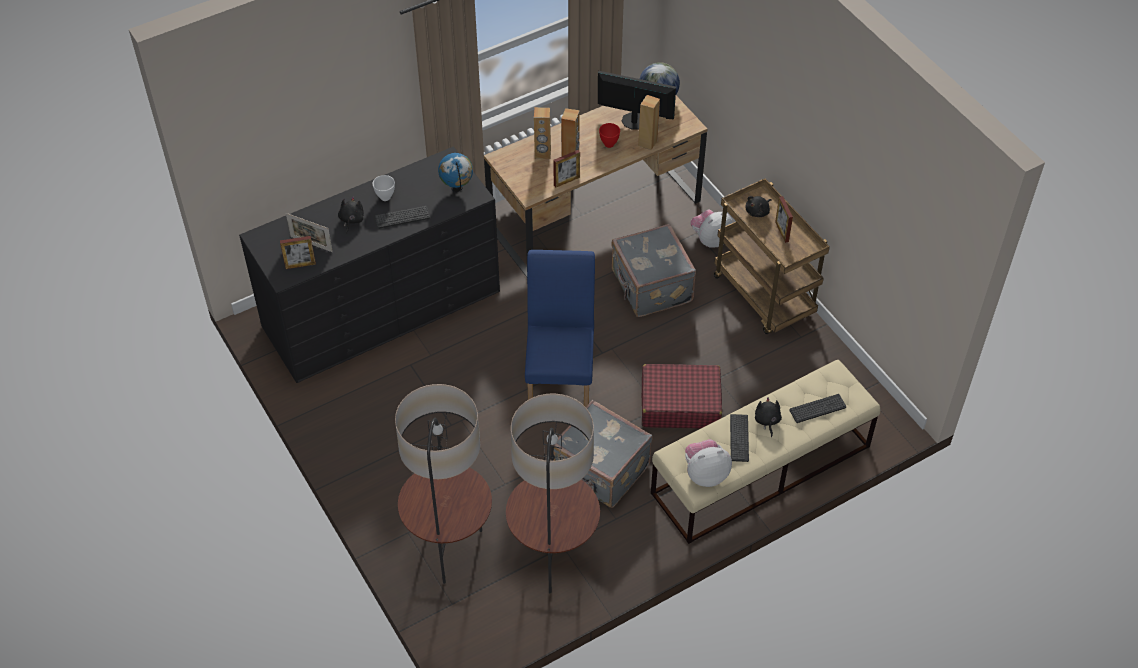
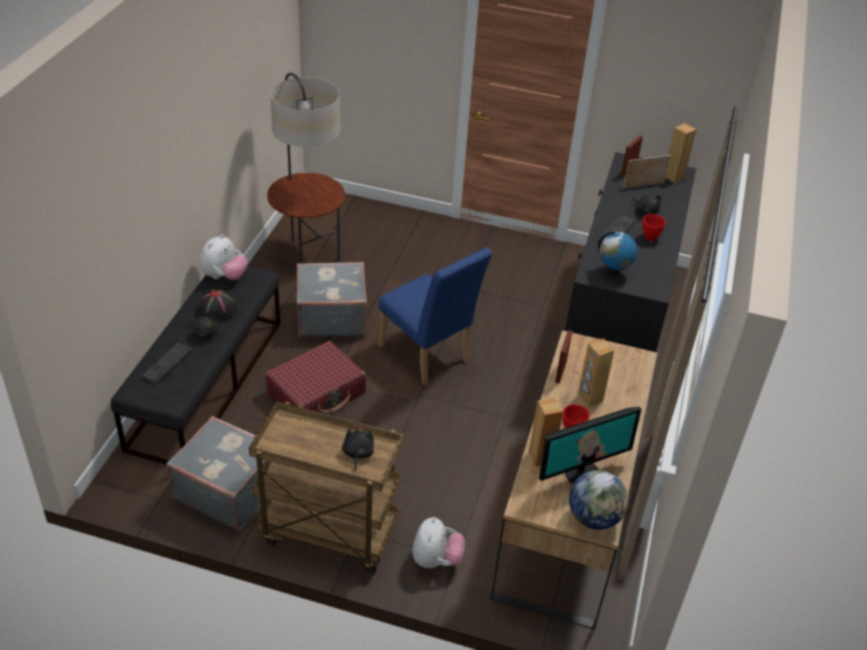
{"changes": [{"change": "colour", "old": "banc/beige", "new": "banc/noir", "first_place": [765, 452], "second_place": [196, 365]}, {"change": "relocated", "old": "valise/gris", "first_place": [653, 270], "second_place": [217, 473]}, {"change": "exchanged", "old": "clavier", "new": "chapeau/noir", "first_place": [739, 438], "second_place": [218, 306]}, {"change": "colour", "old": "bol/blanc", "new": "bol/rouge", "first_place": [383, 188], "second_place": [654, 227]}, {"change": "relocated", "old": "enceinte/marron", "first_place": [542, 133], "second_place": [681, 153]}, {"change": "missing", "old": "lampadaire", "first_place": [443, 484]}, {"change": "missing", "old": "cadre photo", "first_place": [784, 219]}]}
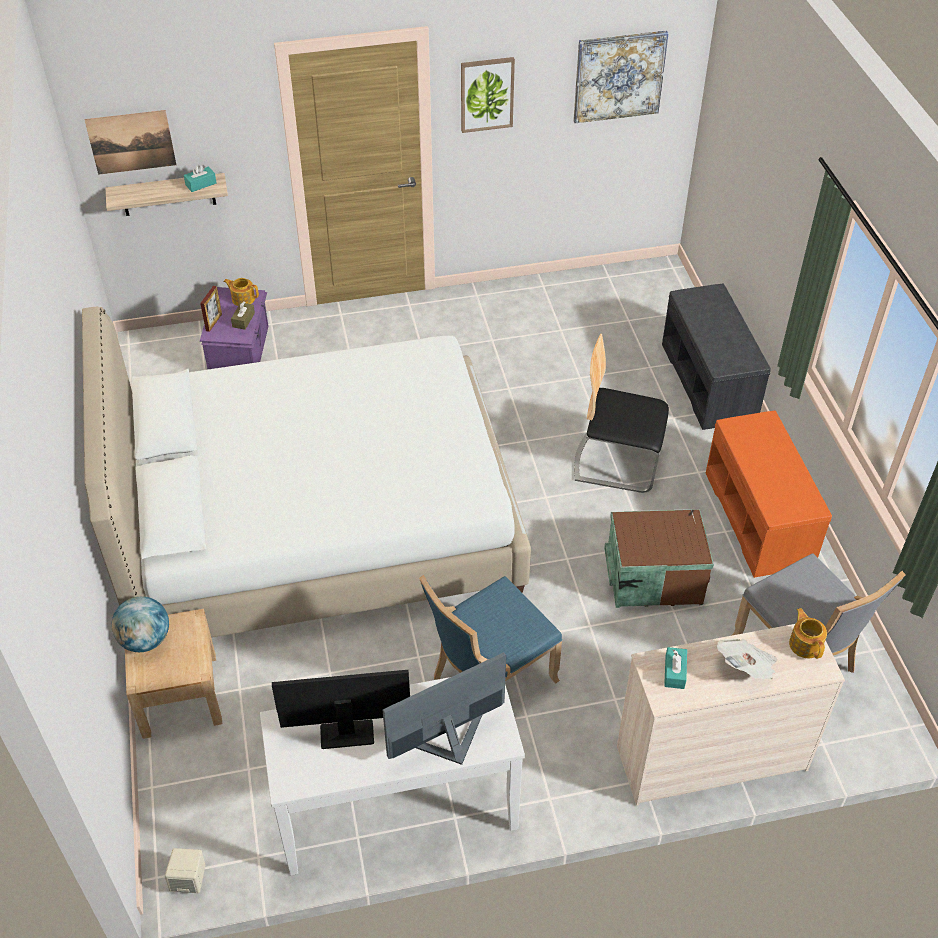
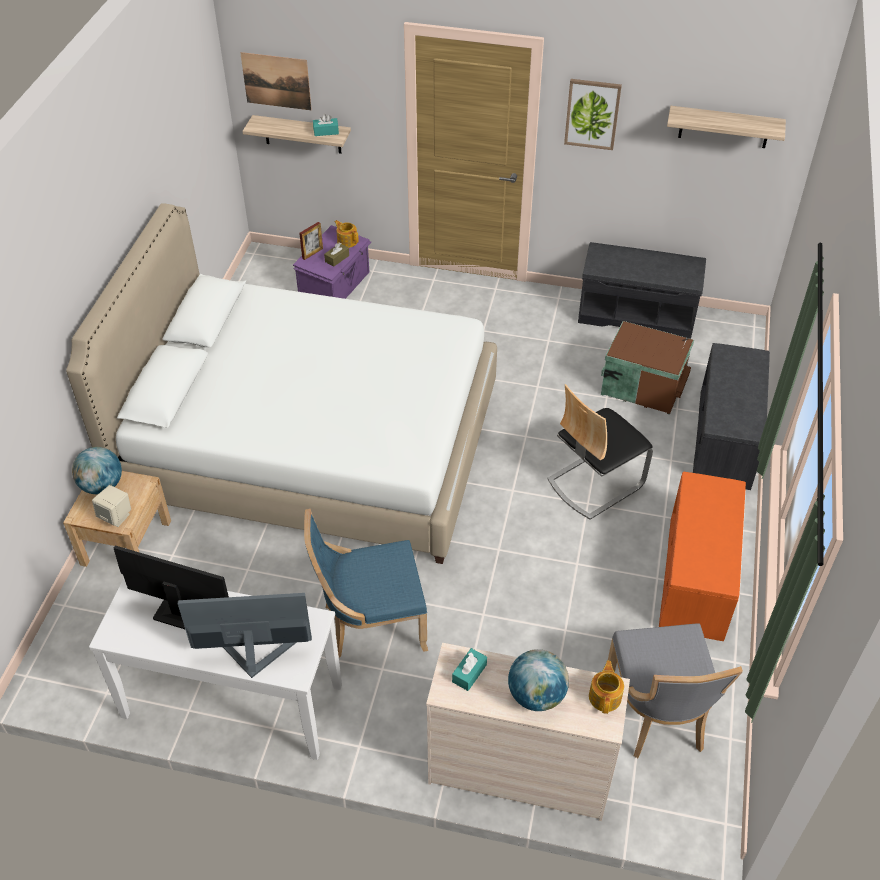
{"changes": [{"change": "relocated", "old": "enceinte/beige", "first_place": [185, 870], "second_place": [111, 506]}, {"change": "exchanged", "old": "journal", "new": "globe", "first_place": [747, 658], "second_place": [538, 680]}, {"change": "spun", "old": "chaise", "first_place": [621, 413], "second_place": [600, 452], "degrees": -75}, {"change": "appeared", "new": "banc/gris", "second_place": [642, 290]}, {"change": "relocated", "old": "boîte de rangement/marron", "first_place": [659, 558], "second_place": [647, 368]}, {"change": "exchanged", "old": "tableau", "new": "étagère", "first_place": [621, 76], "second_place": [726, 127]}]}
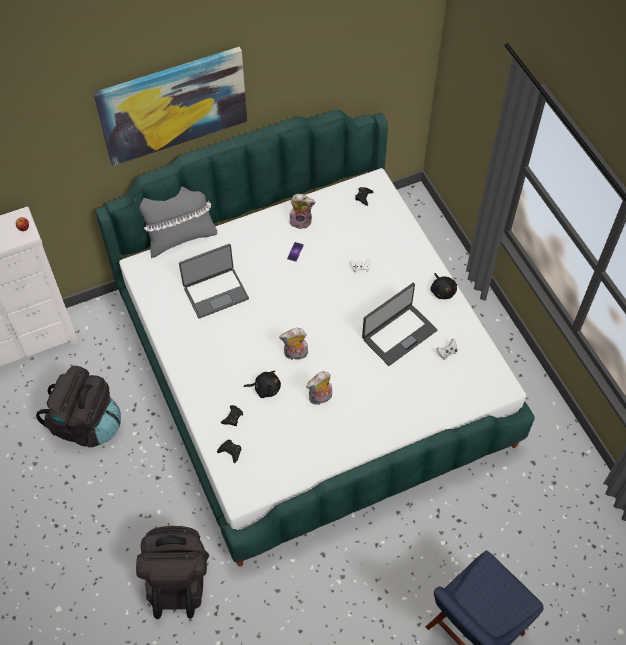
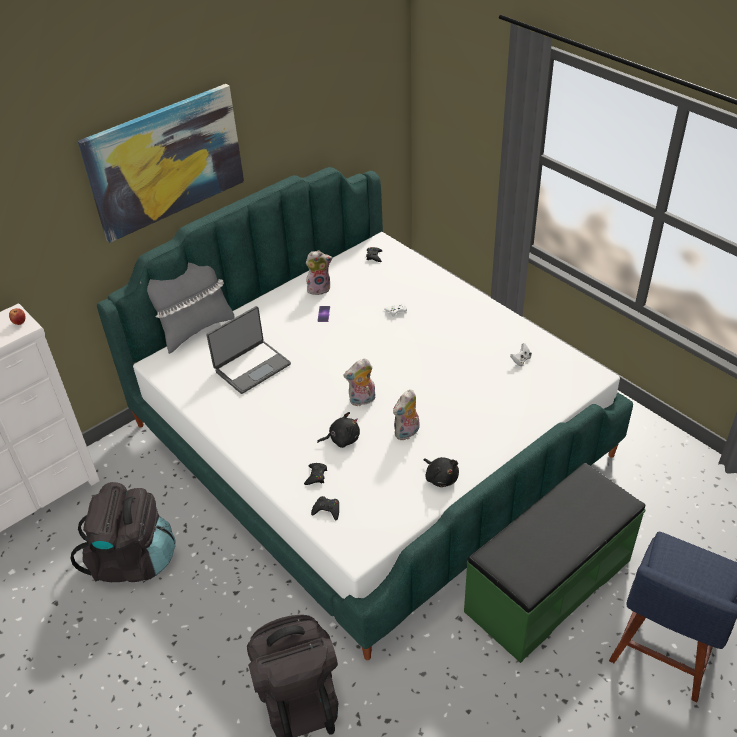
{"changes": [{"change": "relocated", "old": "peluche/noir", "first_place": [444, 286], "second_place": [441, 472]}, {"change": "appeared", "new": "banc/vert", "second_place": [555, 563]}, {"change": "missing", "old": "ordinateur portable", "first_place": [399, 324]}]}
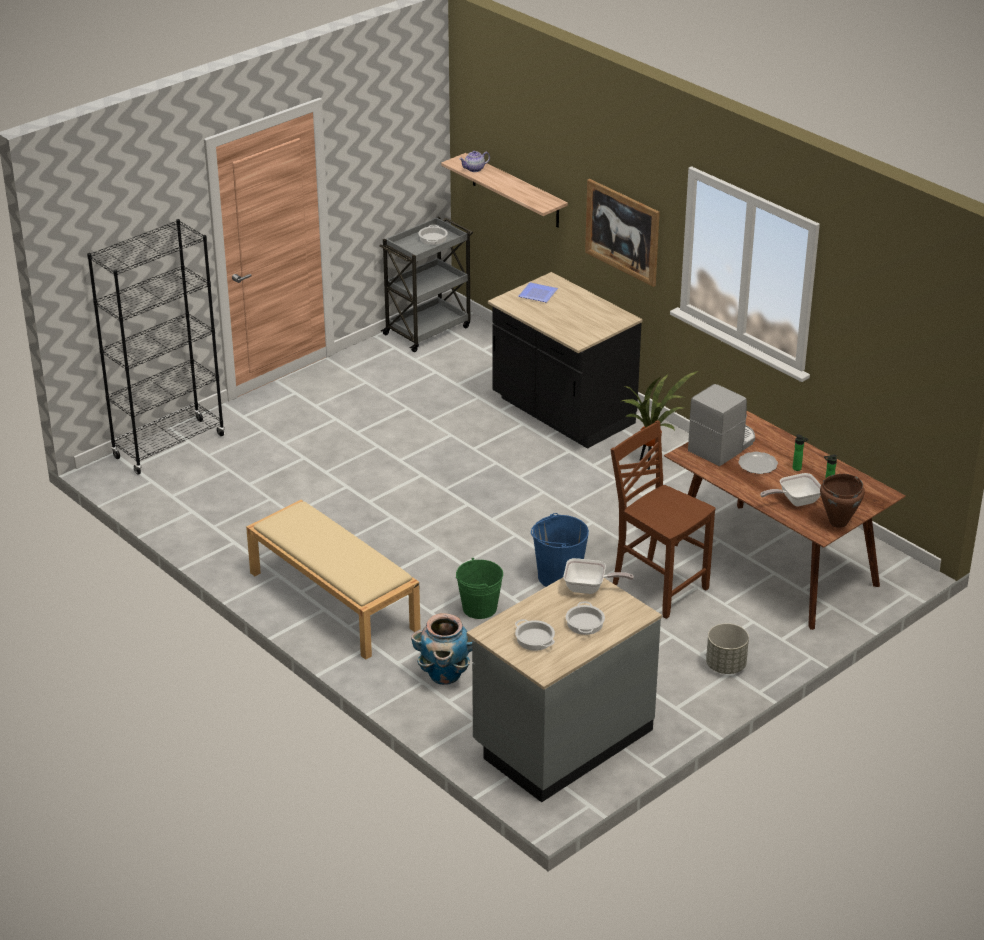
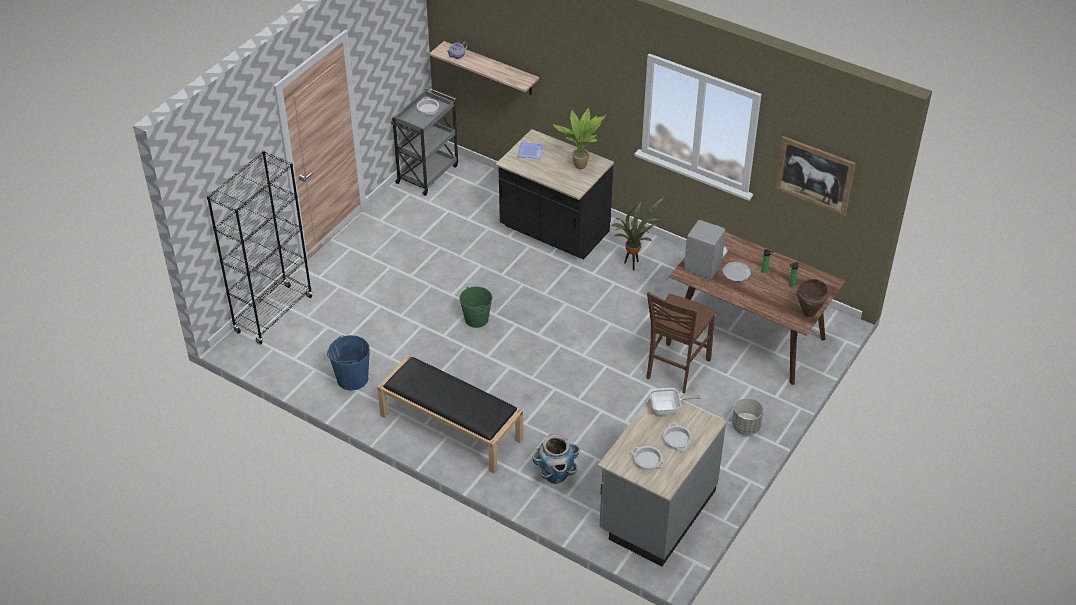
{"changes": [{"change": "relocated", "old": "seau/bleu", "first_place": [560, 550], "second_place": [348, 363]}, {"change": "colour", "old": "banc/beige", "new": "banc/noir", "first_place": [333, 580], "second_place": [450, 414]}, {"change": "relocated", "old": "seau/vert", "first_place": [479, 588], "second_place": [475, 307]}, {"change": "appeared", "new": "plante en pot", "second_place": [579, 138]}, {"change": "spun", "old": "chaise/marron", "first_place": [663, 519], "second_place": [681, 342], "degrees": -90}, {"change": "relocated", "old": "tableau", "first_place": [622, 233], "second_place": [815, 176]}, {"change": "missing", "old": "poêle", "first_place": [790, 490]}]}
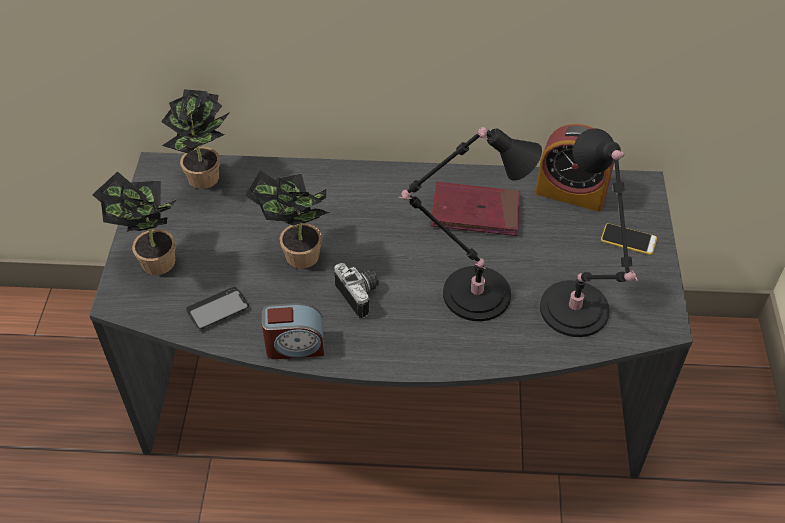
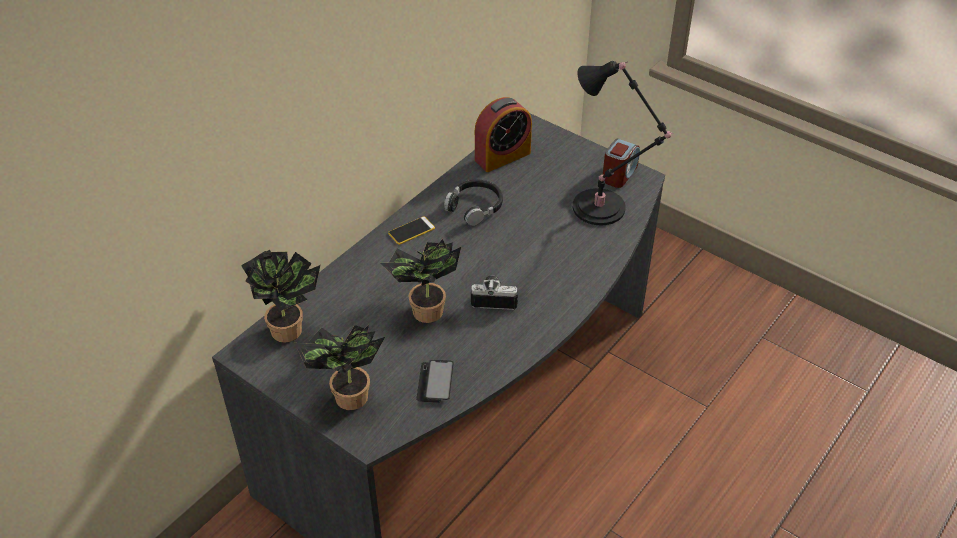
{"changes": [{"change": "relocated", "old": "téléphone", "first_place": [629, 239], "second_place": [411, 230]}, {"change": "exchanged", "old": "livre/rouge", "new": "casque audio/noir", "first_place": [475, 209], "second_place": [473, 203]}, {"change": "relocated", "old": "réveil", "first_place": [293, 331], "second_place": [621, 163]}, {"change": "missing", "old": "lampe de table/noir", "first_place": [470, 224]}]}
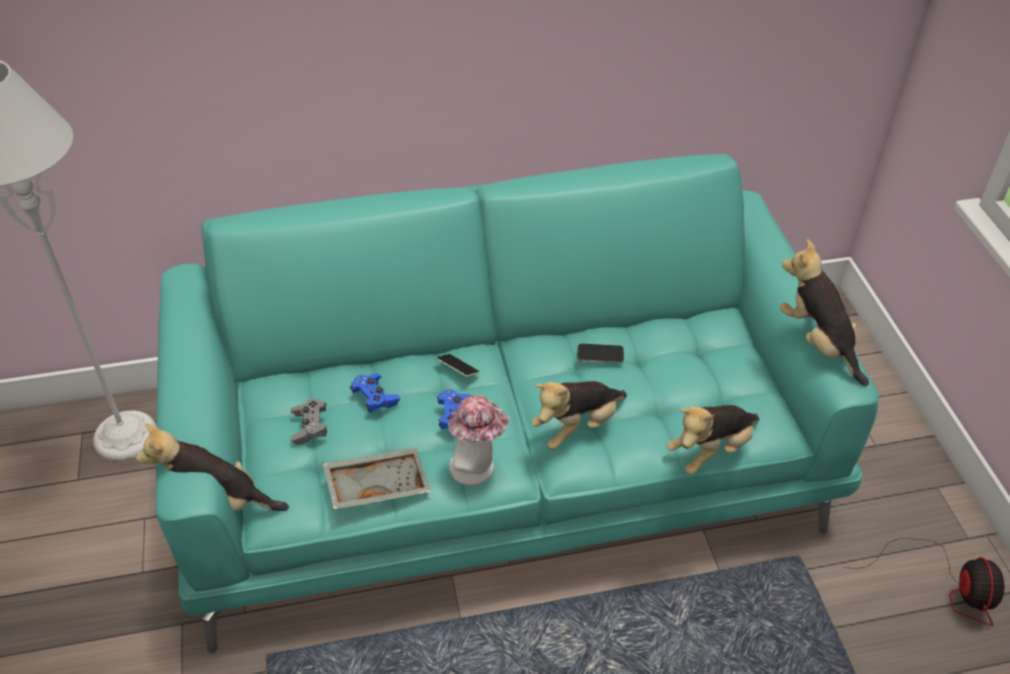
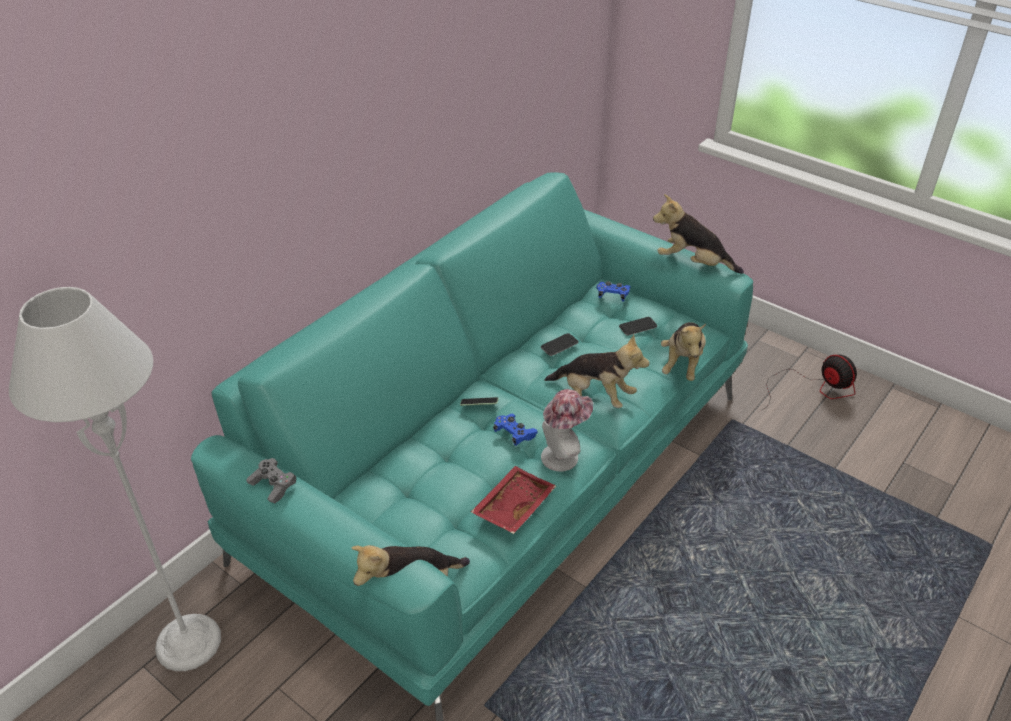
{"changes": [{"change": "relocated", "old": "manette/gris", "first_place": [308, 421], "second_place": [271, 481]}, {"change": "colour", "old": "plateau/gris", "new": "plateau/rouge", "first_place": [376, 478], "second_place": [513, 500]}, {"change": "spun", "old": "peluche", "first_place": [579, 415], "second_place": [596, 371], "degrees": -75}, {"change": "relocated", "old": "manette/bleu", "first_place": [375, 393], "second_place": [614, 291]}, {"change": "appeared", "new": "téléphone", "second_place": [638, 326]}]}
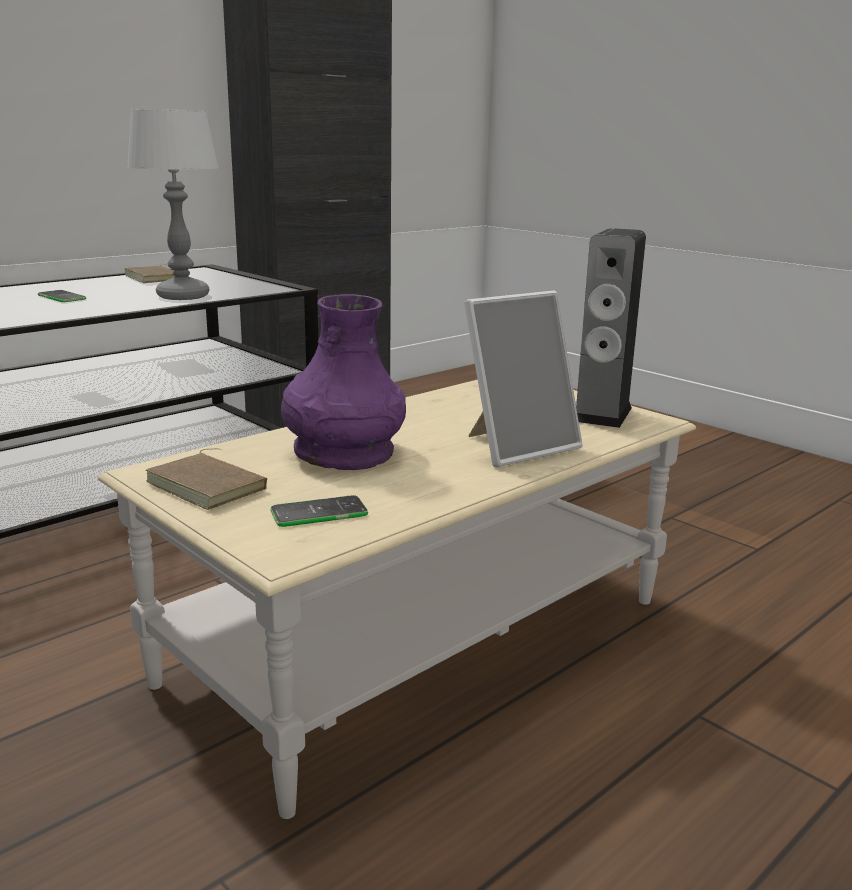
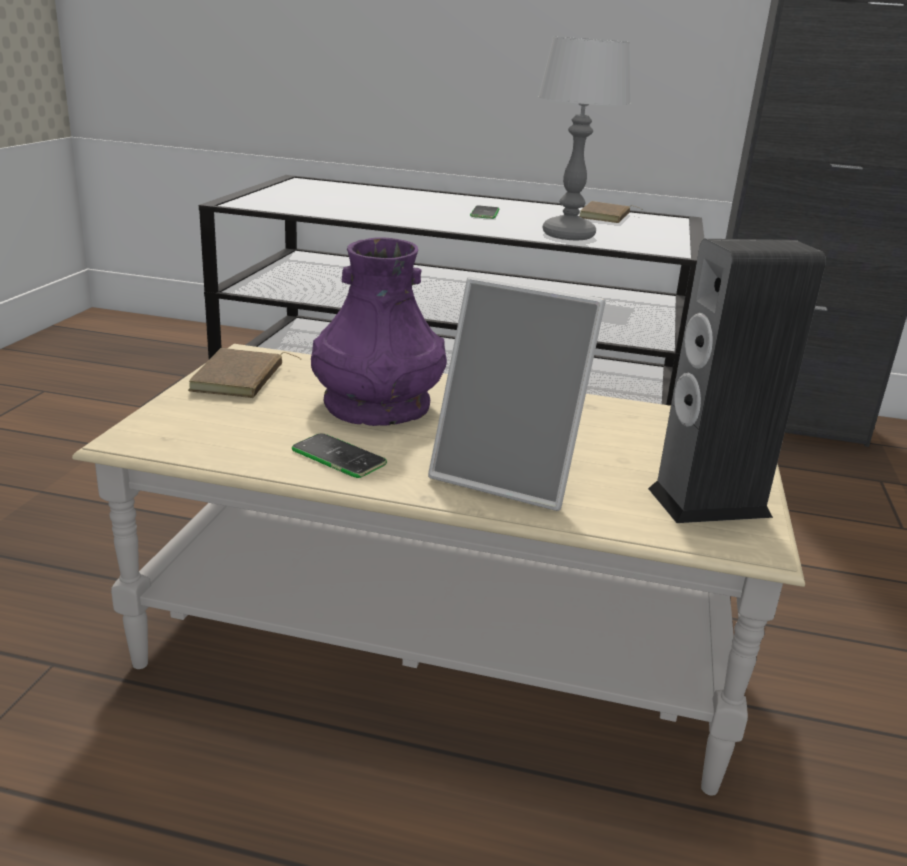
{"changes": [{"change": "relocated", "old": "téléphone", "first_place": [319, 511], "second_place": [339, 455]}]}
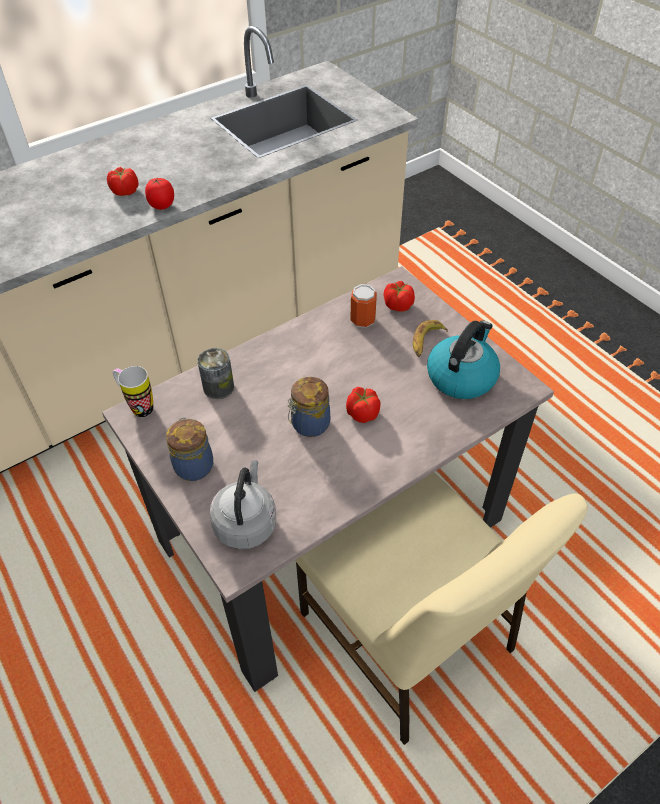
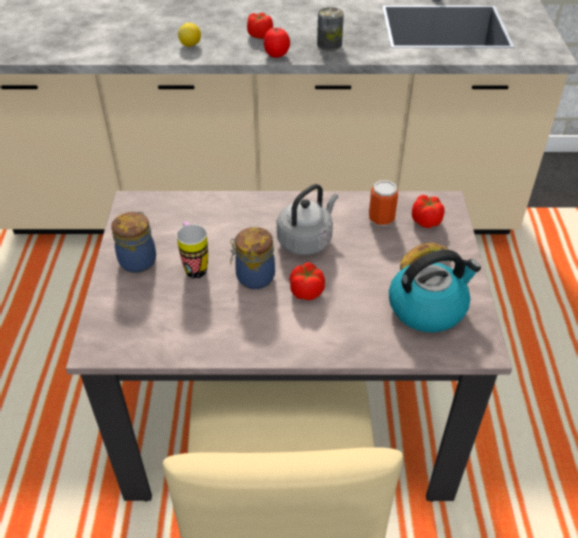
{"changes": [{"change": "relocated", "old": "mug", "first_place": [133, 391], "second_place": [192, 250]}, {"change": "appeared", "new": "citron", "second_place": [189, 35]}, {"change": "relocated", "old": "bouilloire/gris", "first_place": [242, 504], "second_place": [307, 219]}, {"change": "relocated", "old": "boîte métallique", "first_place": [215, 373], "second_place": [330, 29]}]}
